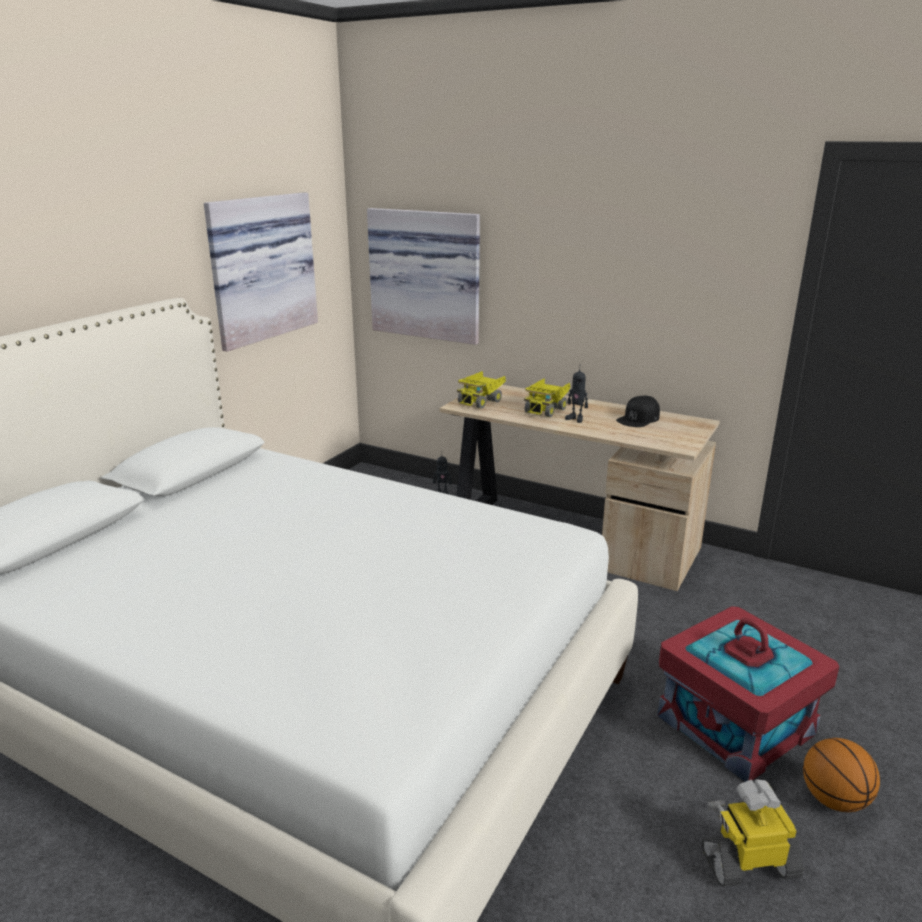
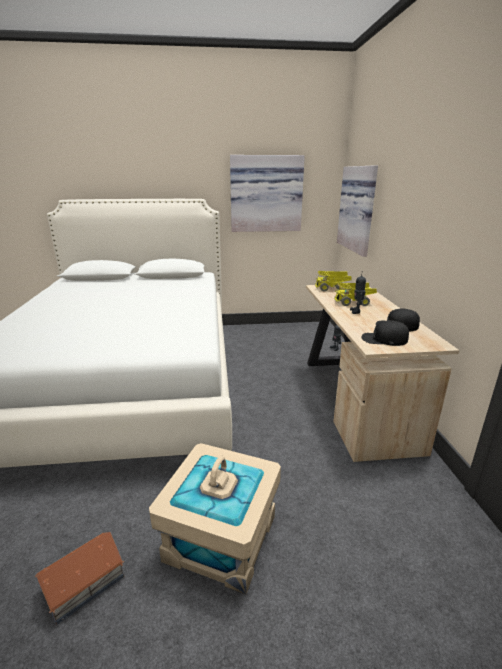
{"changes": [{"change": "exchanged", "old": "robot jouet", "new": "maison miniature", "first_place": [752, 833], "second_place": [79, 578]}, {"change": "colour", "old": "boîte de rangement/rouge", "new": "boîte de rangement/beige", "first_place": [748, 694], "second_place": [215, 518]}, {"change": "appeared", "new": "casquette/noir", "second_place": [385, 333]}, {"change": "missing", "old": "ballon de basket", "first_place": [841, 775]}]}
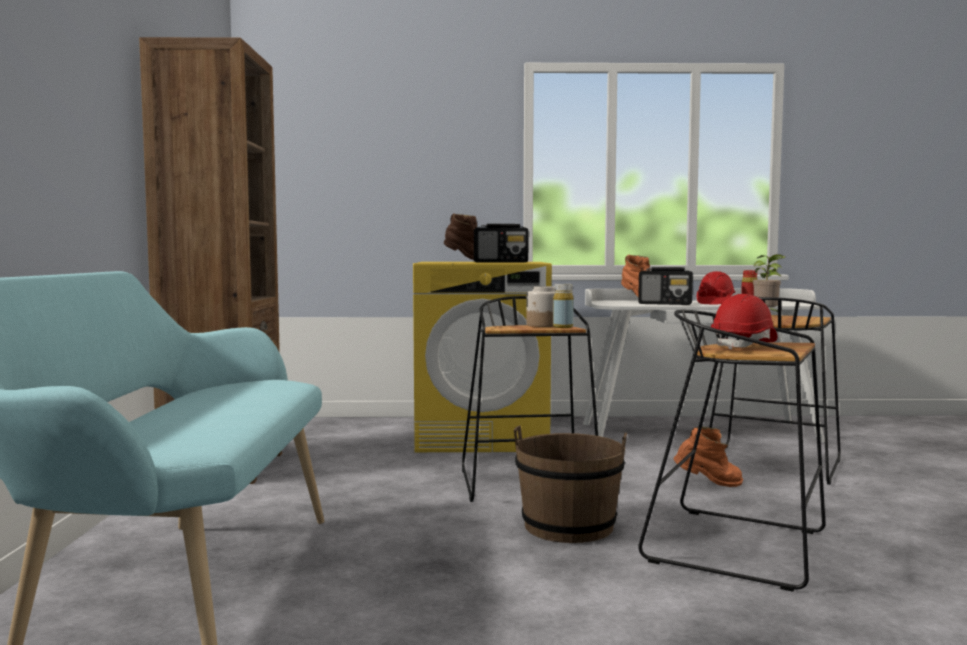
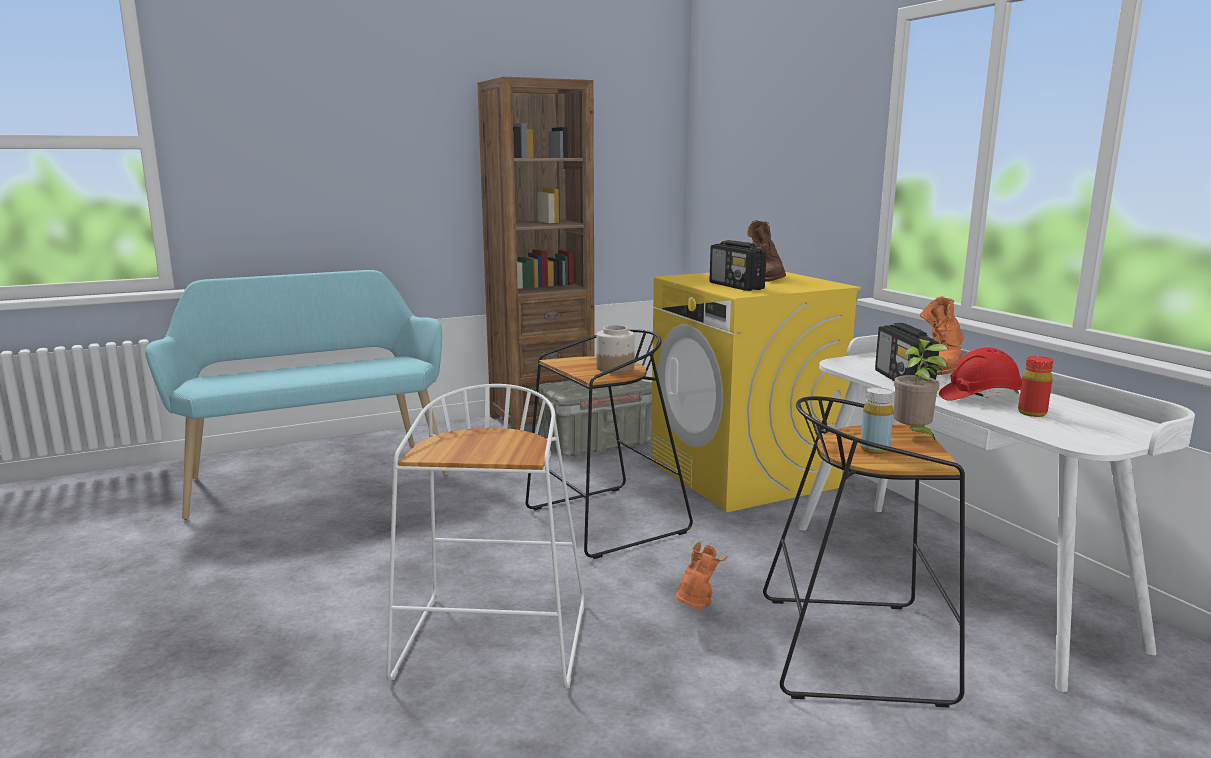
{"changes": [{"change": "colour", "old": "tabouret/noir", "new": "tabouret/blanc", "first_place": [732, 451], "second_place": [485, 536]}, {"change": "appeared", "new": "boîte de rangement/gris", "second_place": [595, 418]}, {"change": "spun", "old": "botte/orange", "first_place": [708, 457], "second_place": [701, 576], "degrees": -135}, {"change": "relocated", "old": "bouteille/jaune", "first_place": [563, 306], "second_place": [877, 420]}, {"change": "missing", "old": "seau/marron", "first_place": [570, 484]}, {"change": "missing", "old": "casque de chantier/rouge", "first_place": [744, 322]}]}
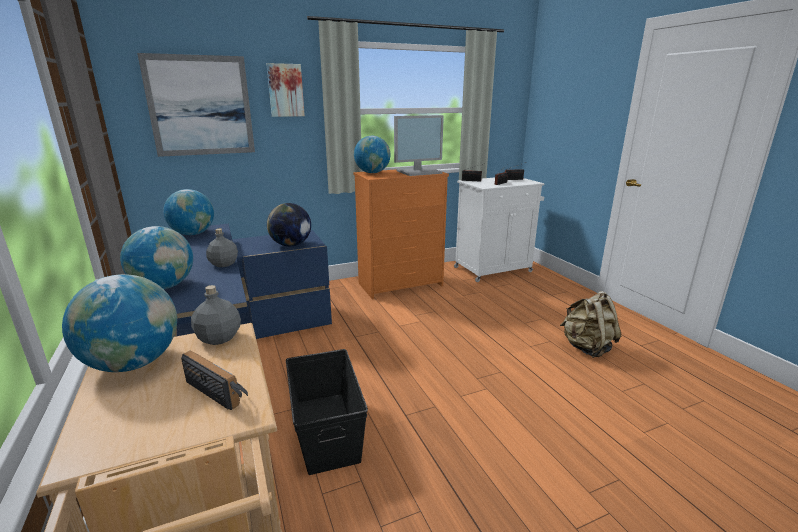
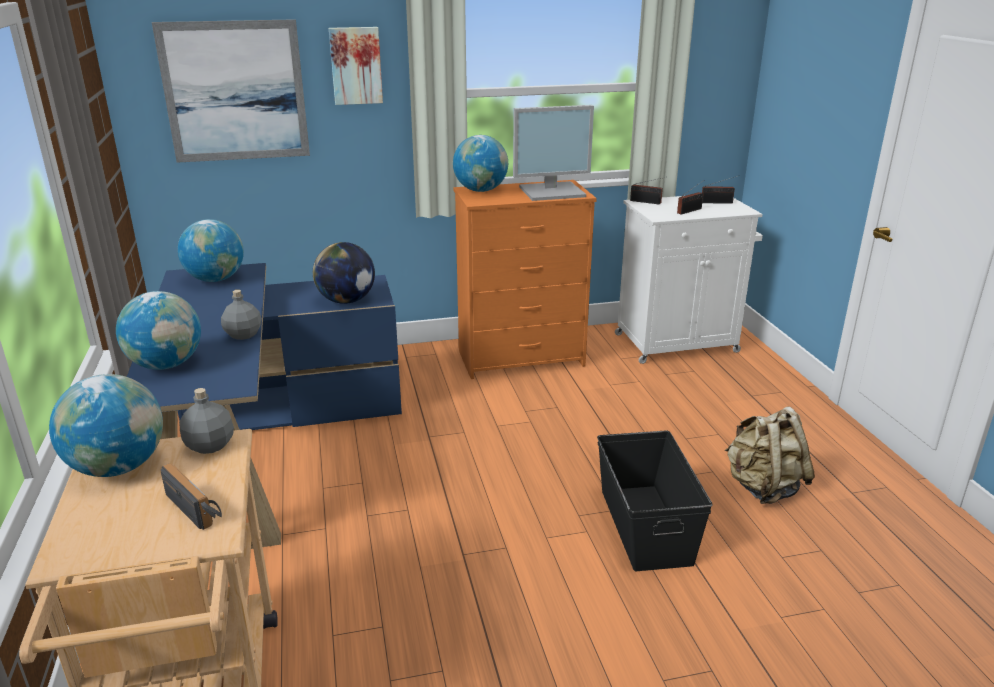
{"changes": [{"change": "relocated", "old": "boîte de rangement/noir", "first_place": [327, 412], "second_place": [655, 500]}]}
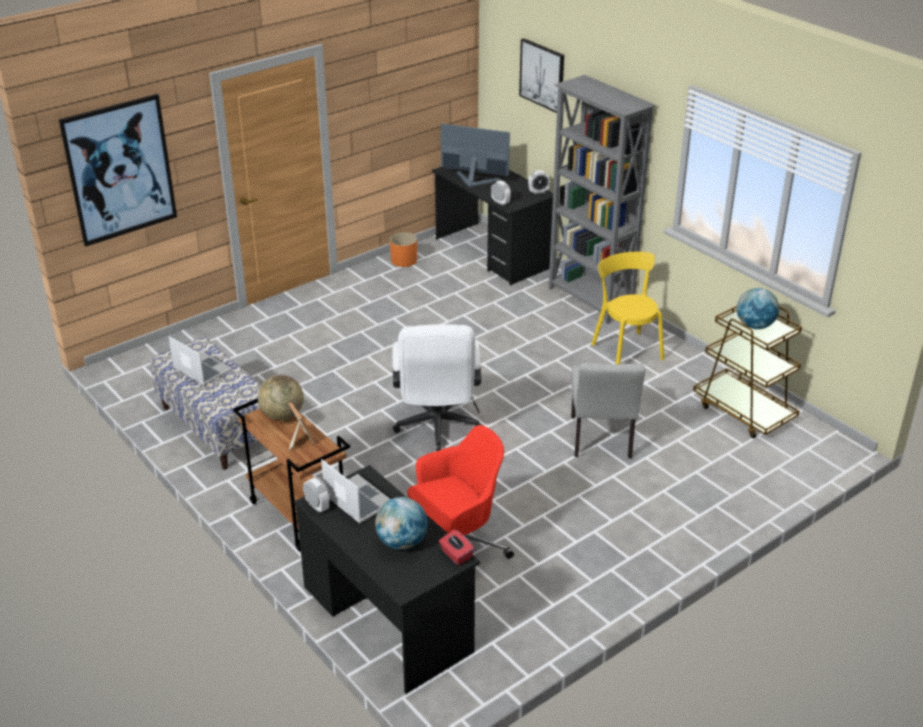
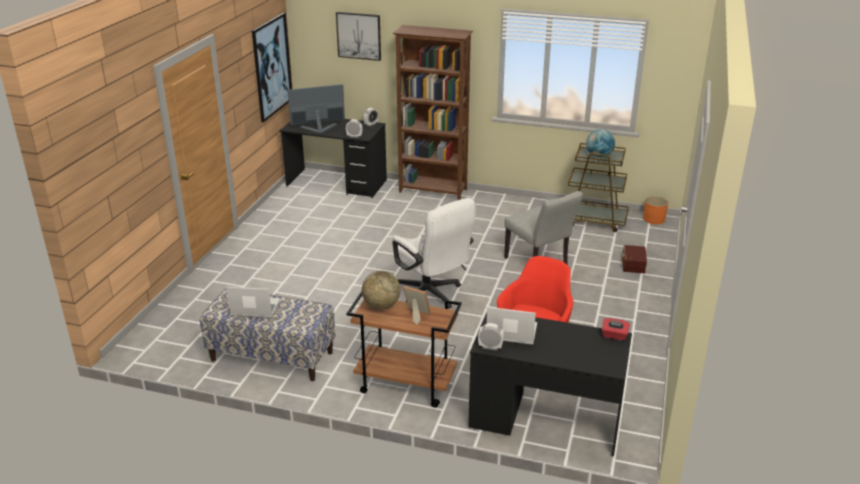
{"changes": [{"change": "relocated", "old": "tableau", "first_place": [118, 170], "second_place": [272, 67]}, {"change": "colour", "old": "bibliothèque/gris", "new": "bibliothèque/marron", "first_place": [602, 199], "second_place": [433, 112]}, {"change": "appeared", "new": "boîte de rangement/marron", "second_place": [634, 259]}, {"change": "relocated", "old": "cache-pot/orange", "first_place": [403, 250], "second_place": [656, 210]}, {"change": "missing", "old": "globe", "first_place": [401, 523]}, {"change": "missing", "old": "chaise/jaune", "first_place": [627, 308]}]}
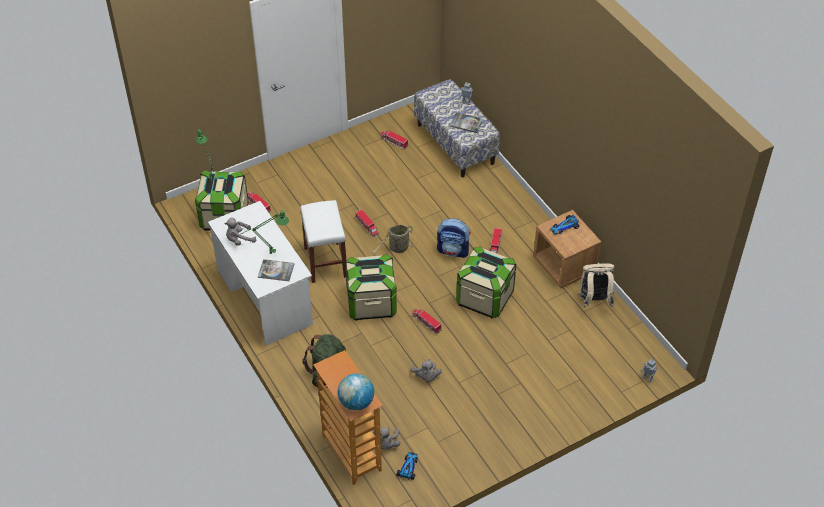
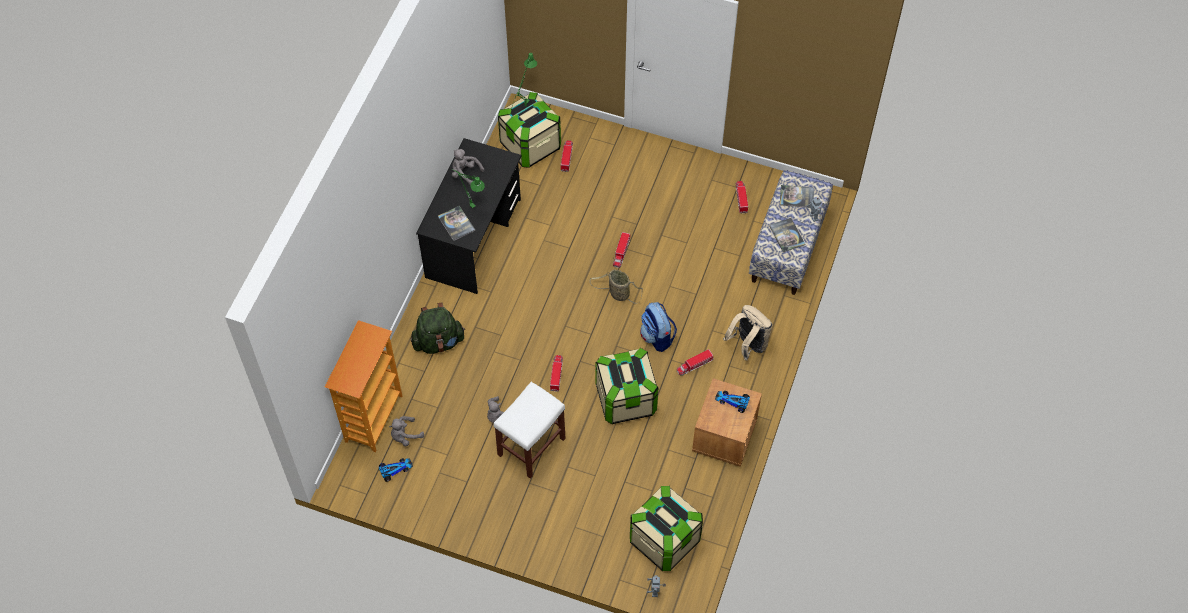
{"changes": [{"change": "colour", "old": "bureau/blanc", "new": "bureau/noir", "first_place": [260, 273], "second_place": [468, 216]}, {"change": "relocated", "old": "tabouret/blanc", "first_place": [323, 241], "second_place": [529, 430]}, {"change": "relocated", "old": "boîte de rangement", "first_place": [371, 287], "second_place": [666, 528]}, {"change": "relocated", "old": "sac à dos/beige", "first_place": [596, 286], "second_place": [747, 333]}, {"change": "appeared", "new": "livre", "second_place": [797, 196]}, {"change": "missing", "old": "globe", "first_place": [356, 392]}]}
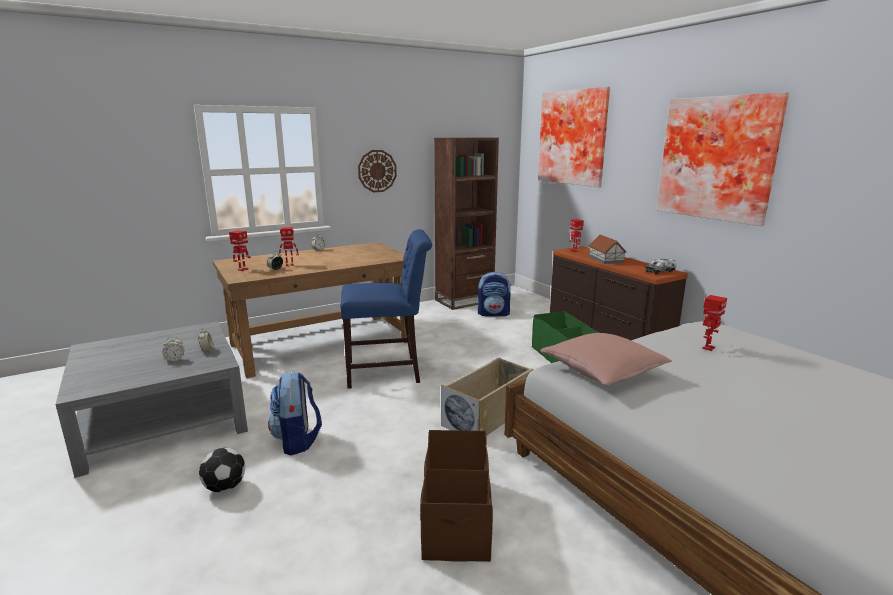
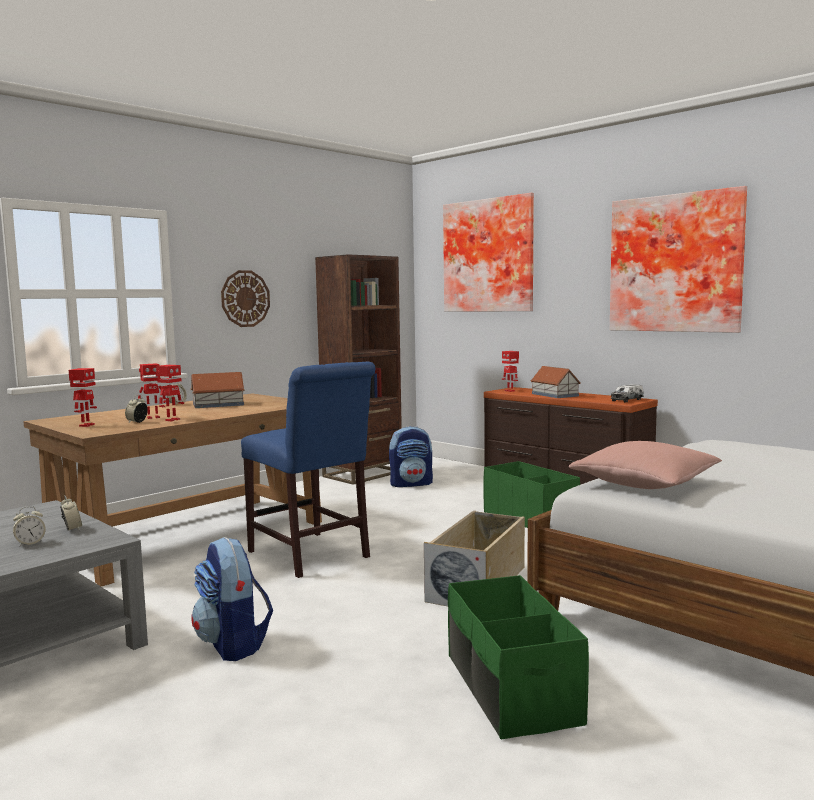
{"changes": [{"change": "relocated", "old": "robot jouet", "first_place": [714, 323], "second_place": [170, 393]}, {"change": "appeared", "new": "maison miniature", "second_place": [218, 390]}, {"change": "spun", "old": "chaise/bleu", "first_place": [386, 309], "second_place": [308, 470], "degrees": 75}, {"change": "colour", "old": "boîte de rangement/marron", "new": "boîte de rangement/vert", "first_place": [456, 496], "second_place": [518, 657]}, {"change": "missing", "old": "ballon de foot", "first_place": [222, 470]}]}
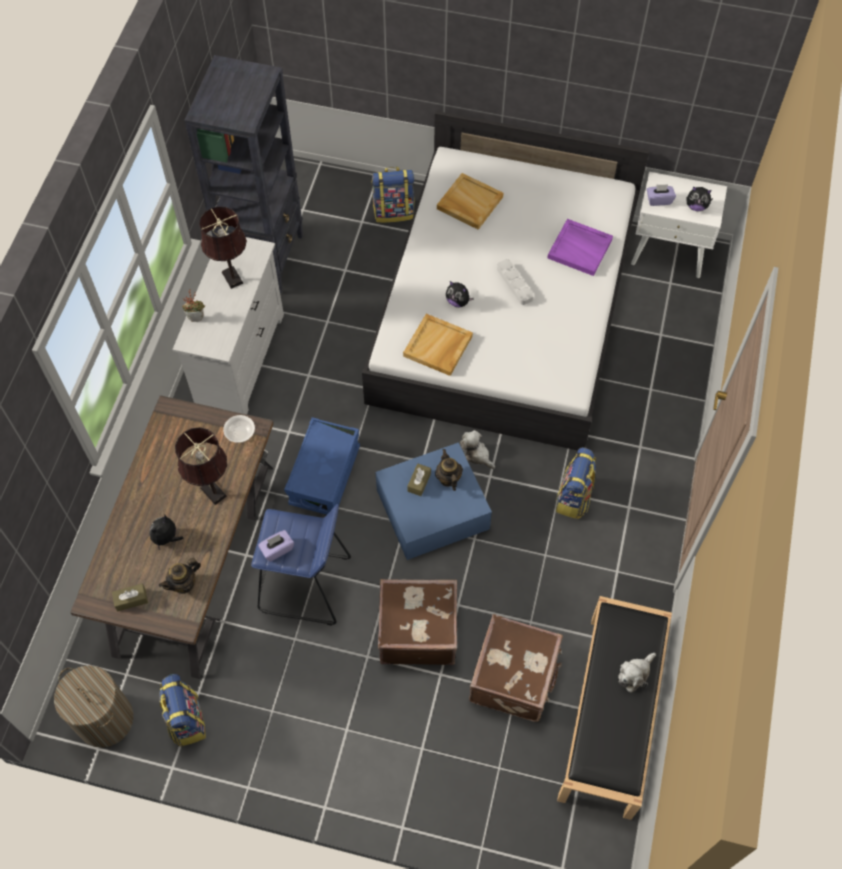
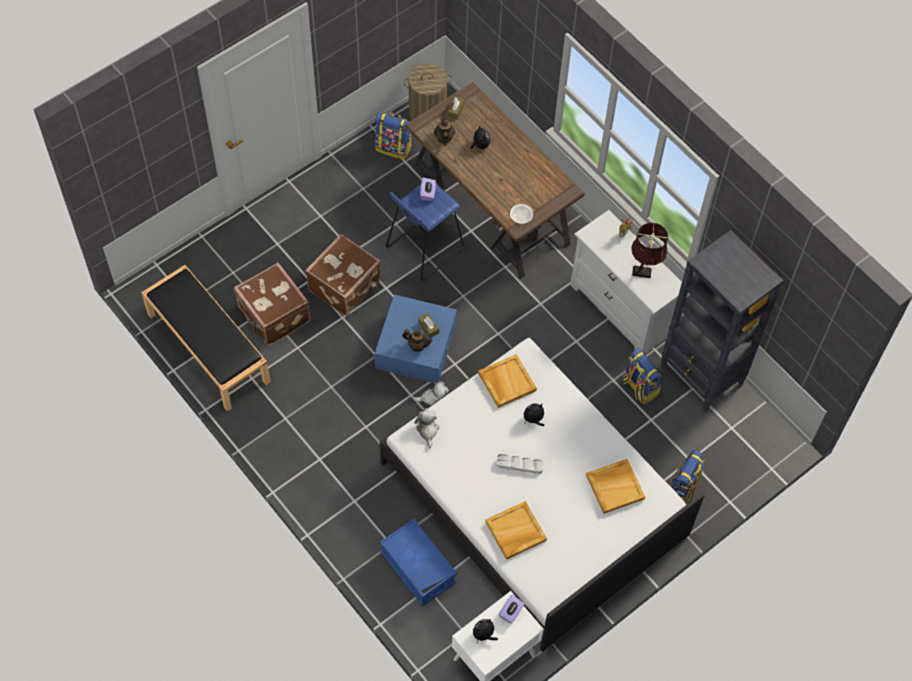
{"changes": [{"change": "relocated", "old": "boîte de rangement/bleu", "first_place": [322, 466], "second_place": [418, 562]}, {"change": "relocated", "old": "peluche", "first_place": [637, 673], "second_place": [426, 428]}, {"change": "colour", "old": "plateau/violet", "new": "plateau/beige", "first_place": [580, 247], "second_place": [516, 530]}, {"change": "relocated", "old": "sac à dos", "first_place": [576, 483], "second_place": [642, 376]}, {"change": "missing", "old": "lampe de table/marron", "first_place": [201, 466]}]}
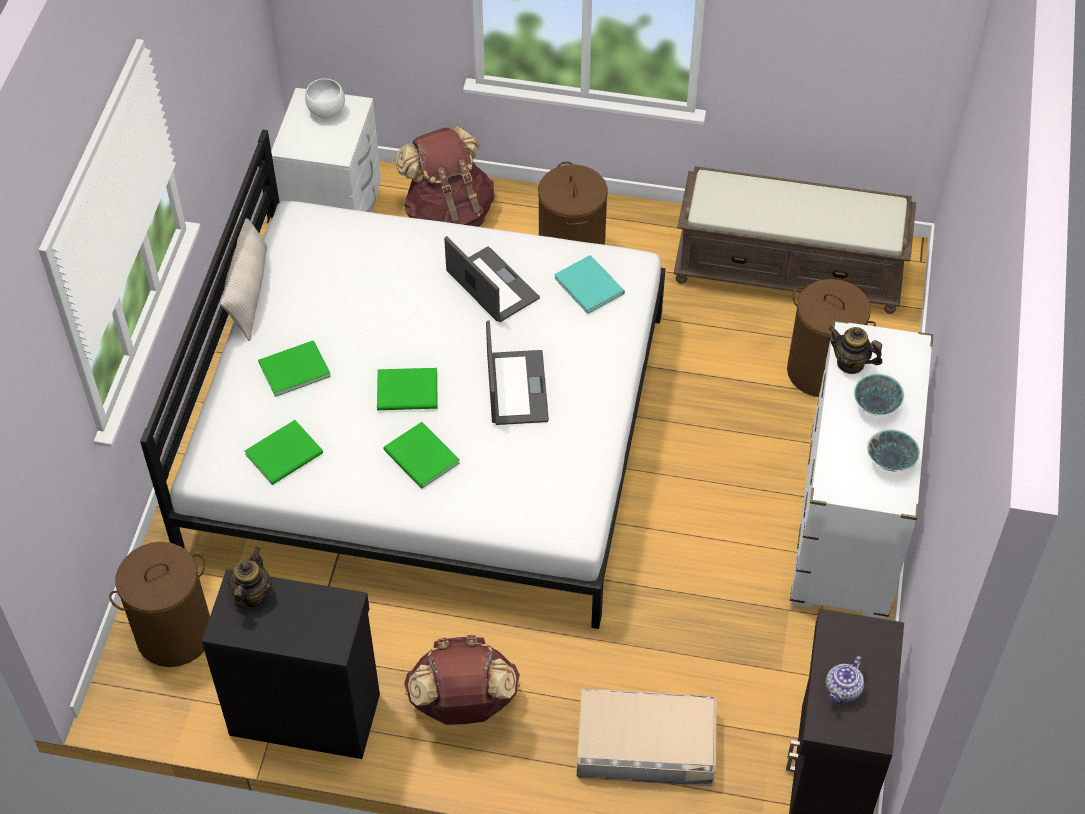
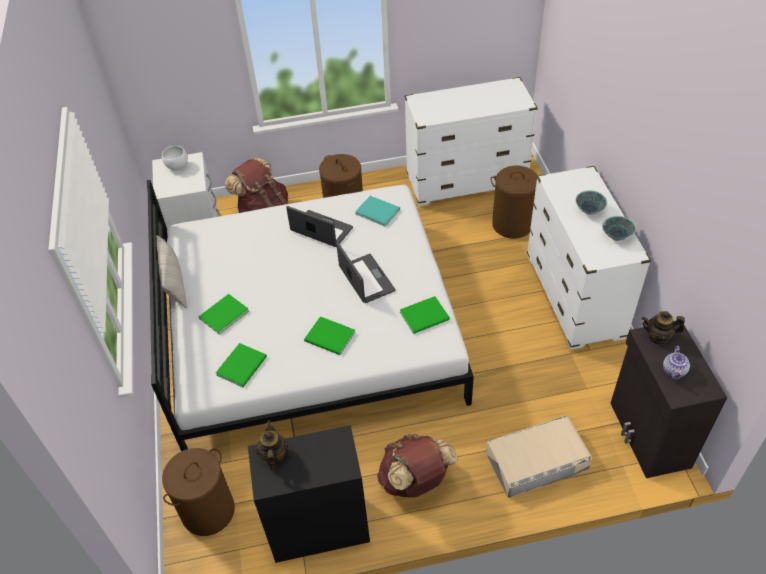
{"changes": [{"change": "relocated", "old": "livre/vert", "first_place": [407, 389], "second_place": [425, 315]}, {"change": "exchanged", "old": "banc/marron", "new": "commode/blanc", "first_place": [795, 240], "second_place": [471, 141]}, {"change": "relocated", "old": "théière", "first_place": [855, 350], "second_place": [663, 328]}]}
